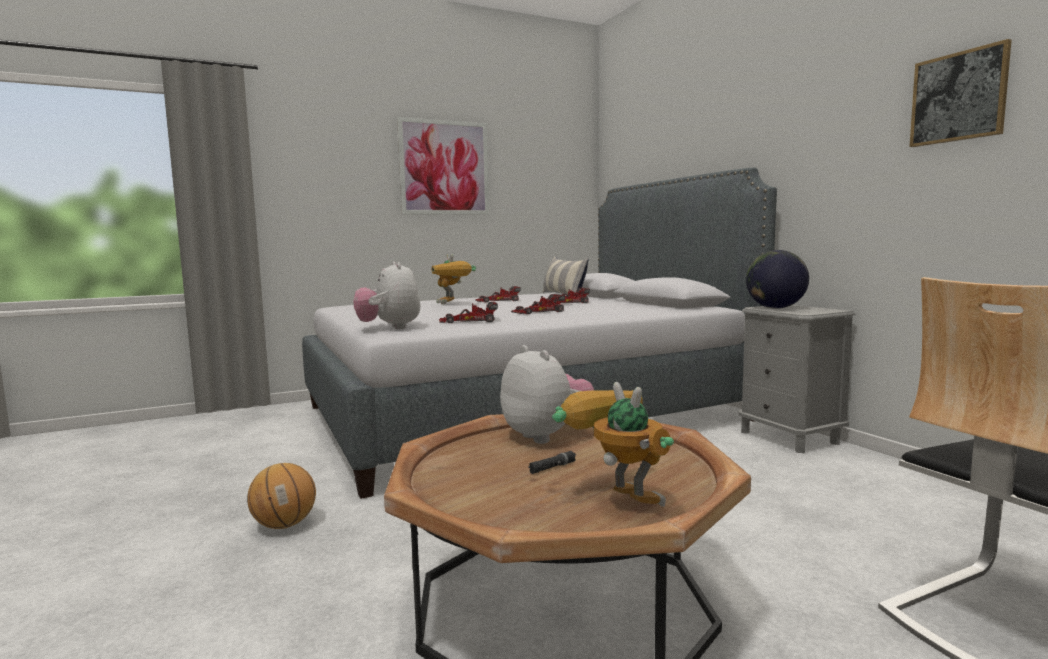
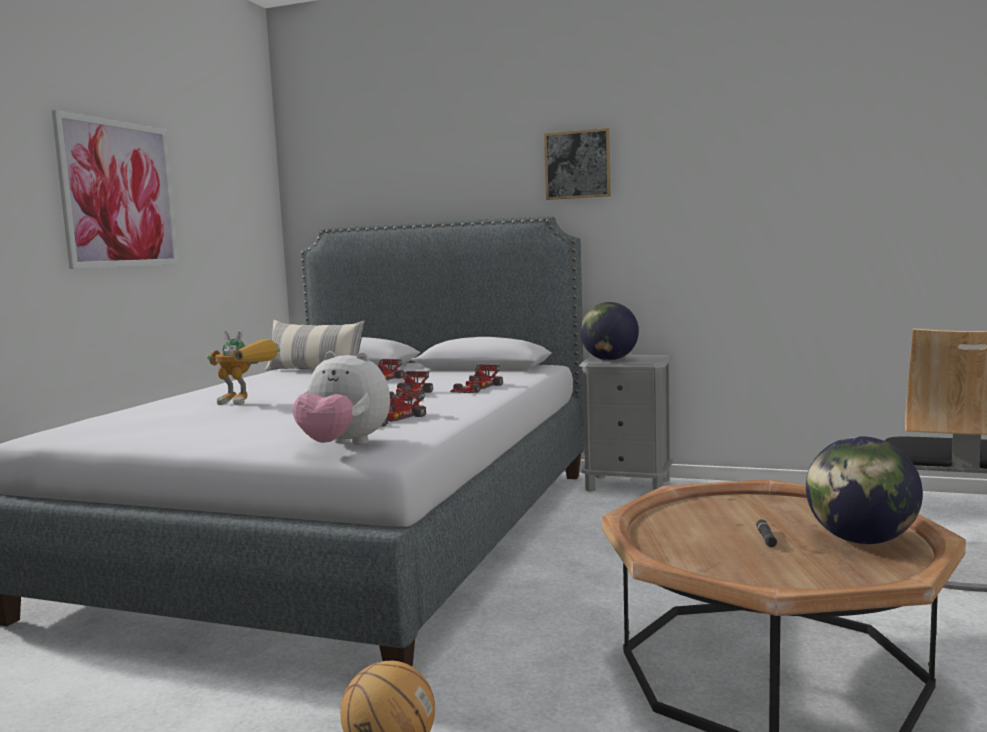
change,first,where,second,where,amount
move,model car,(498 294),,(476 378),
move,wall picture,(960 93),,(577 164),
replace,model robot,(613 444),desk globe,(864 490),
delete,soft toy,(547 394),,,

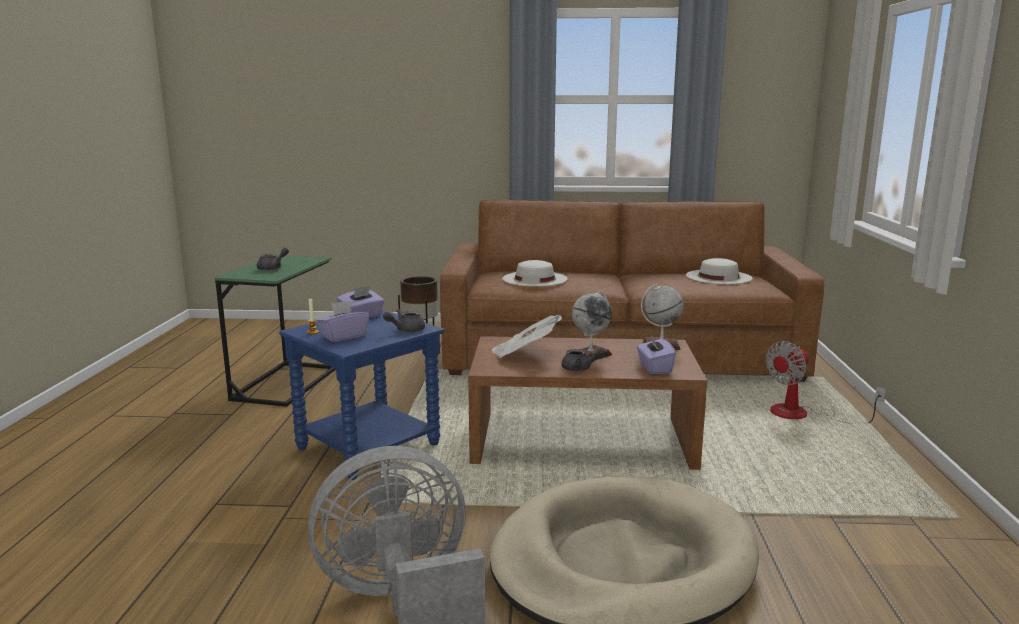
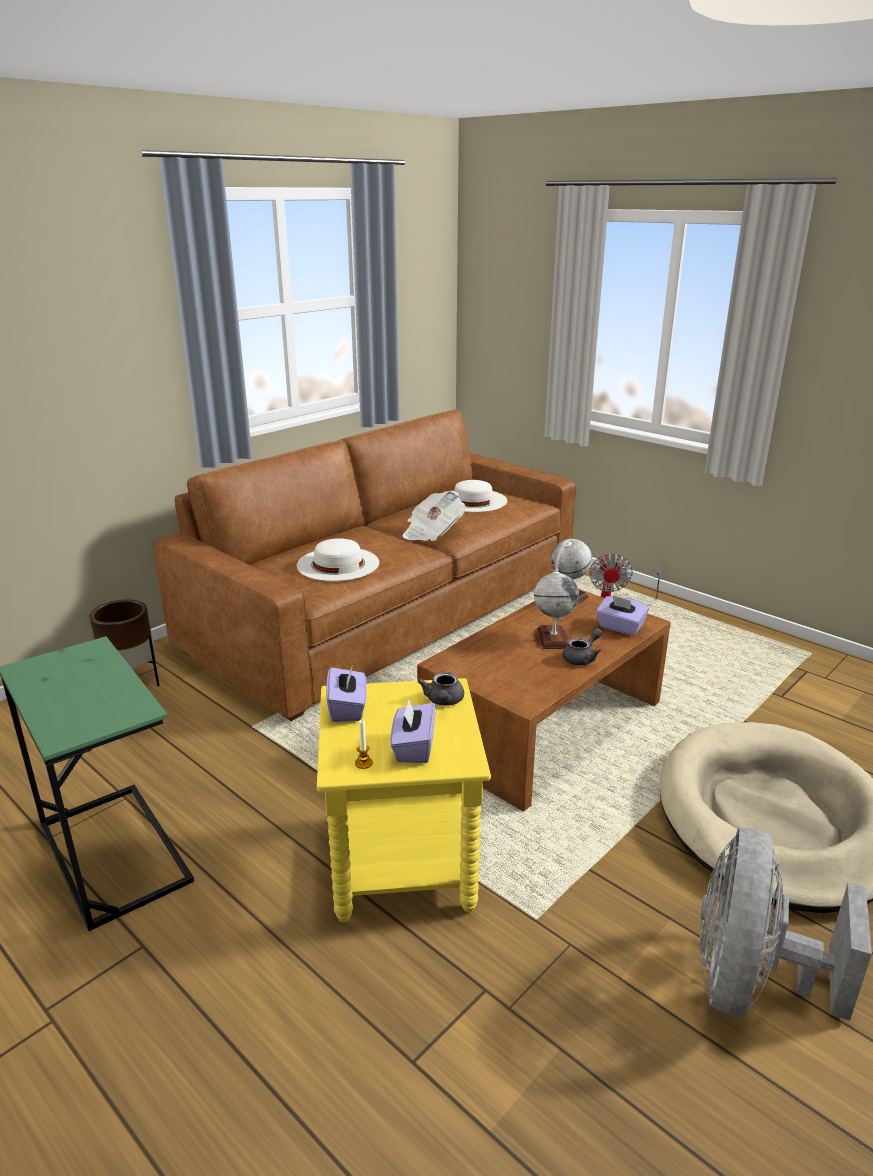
change,first,where,second,where,amount
recolor,blue-coloured end table,(361 395),yellowish end table,(404 800),
move,newspaper,(527 336),,(434 516),
delete,grey tea pot,(273 259),,,

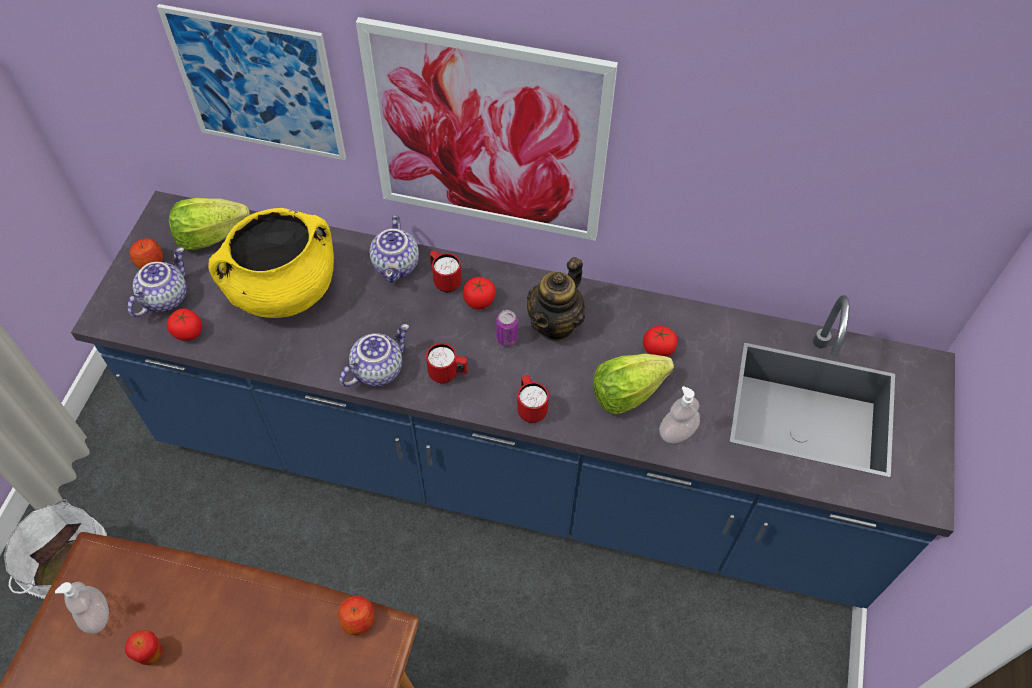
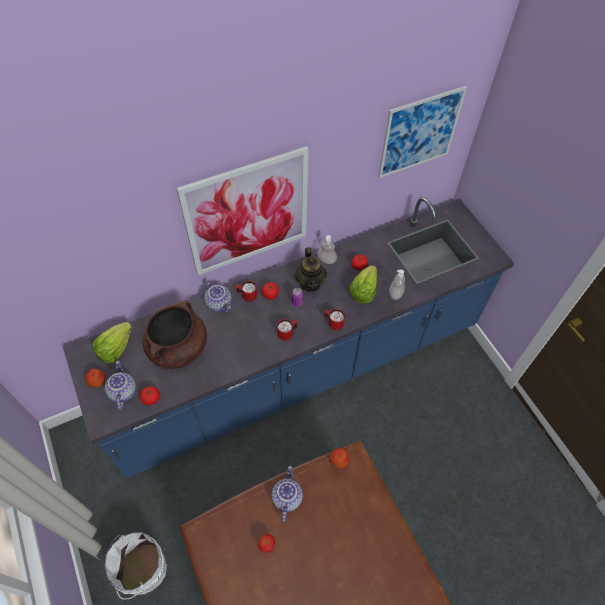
change,first,where,second,where,amount
recolor,yellowish saucepot,(271 263),brown saucepot,(175 335),
move,tea pot,(374 355),,(287 494),
move,soap bottle,(82 608),,(327 249),
move,wall picture,(251 82),,(422 132),

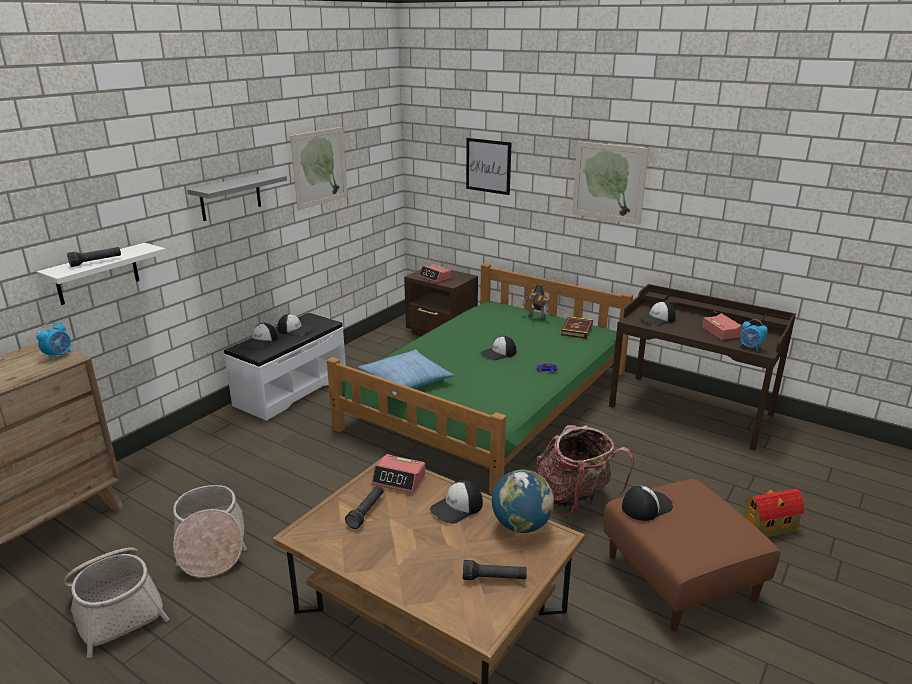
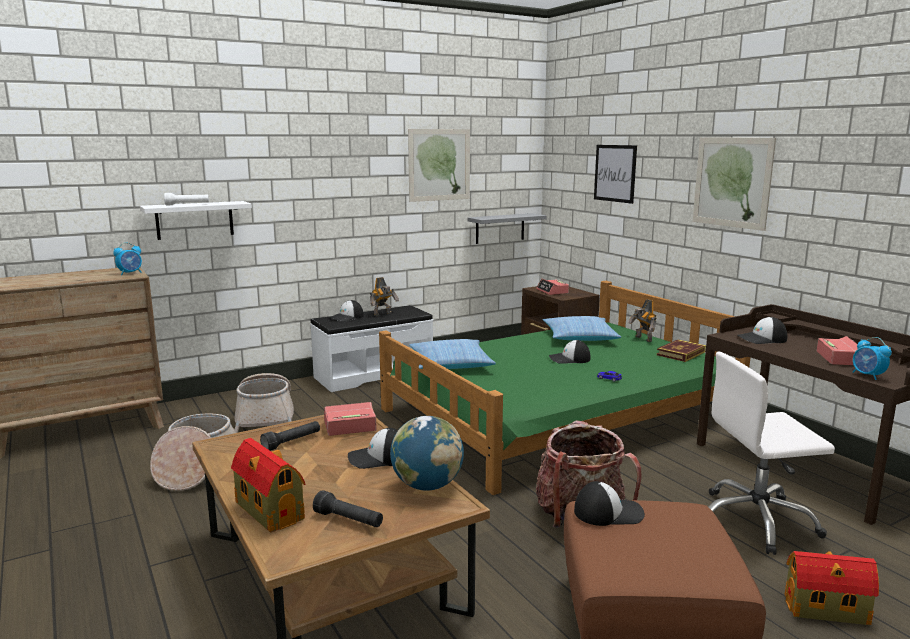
change,first,where,second,where,amount
recolor,black hand torch,(94 257),white hand torch,(186 199),
insert,,,toy house,(268 485),
move,basket,(116 602),,(264 403),
rotate,alarm clock,(398 474),,(350 419),120 degrees clockwise
replace,baseball cap,(294 325),model robot,(384 296),
move,grey wall shelf,(237 197),,(507 228),
insert,,,cushion,(582 328),
insert,,,white computer chair,(771 453),

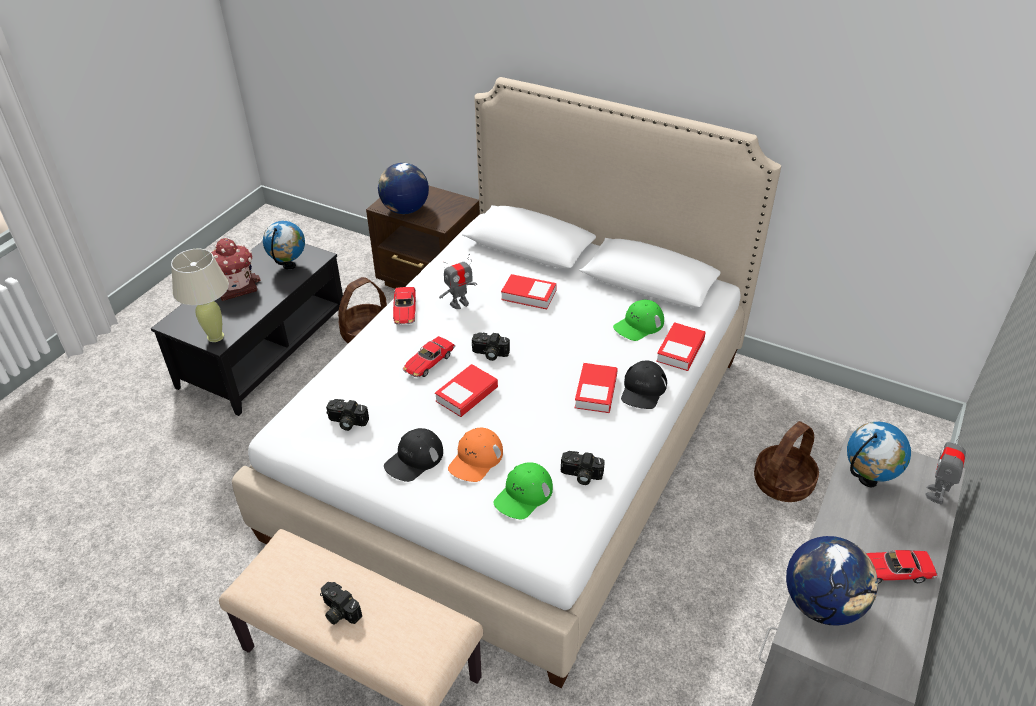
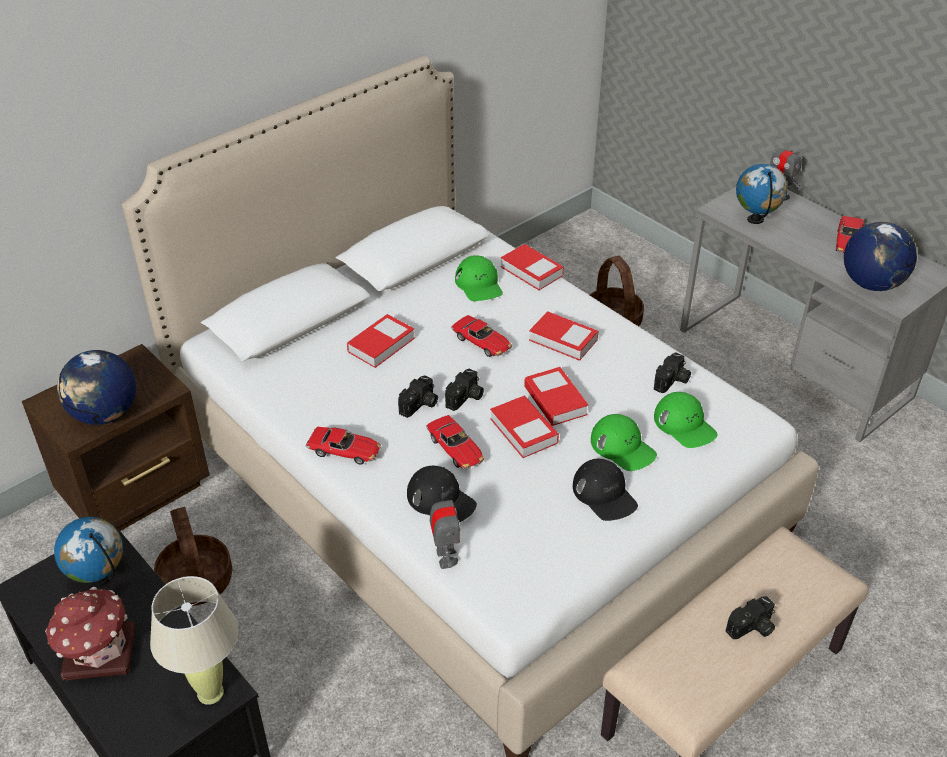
change,first,where,second,where,amount
move,still camera,(347 415),,(418 396),
move,black baseball cap,(644 385),,(442 494),
move,model robot,(458 281),,(445 528),
insert,,,model car,(481 336),
insert,,,book,(556 396),
recolor,orange-coloured baseball cap,(475 455),green-coloured baseball cap,(624 442),

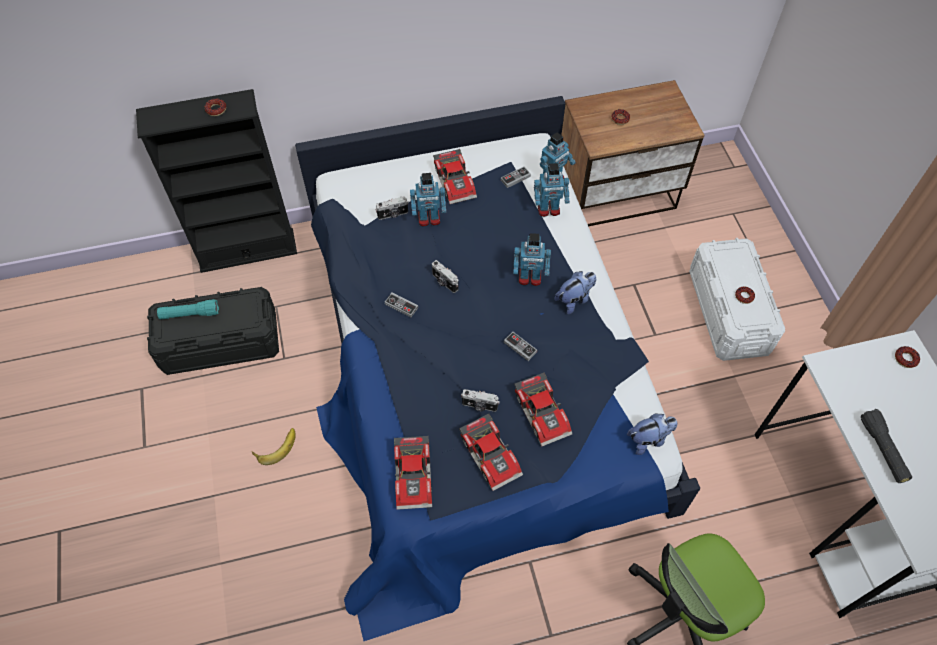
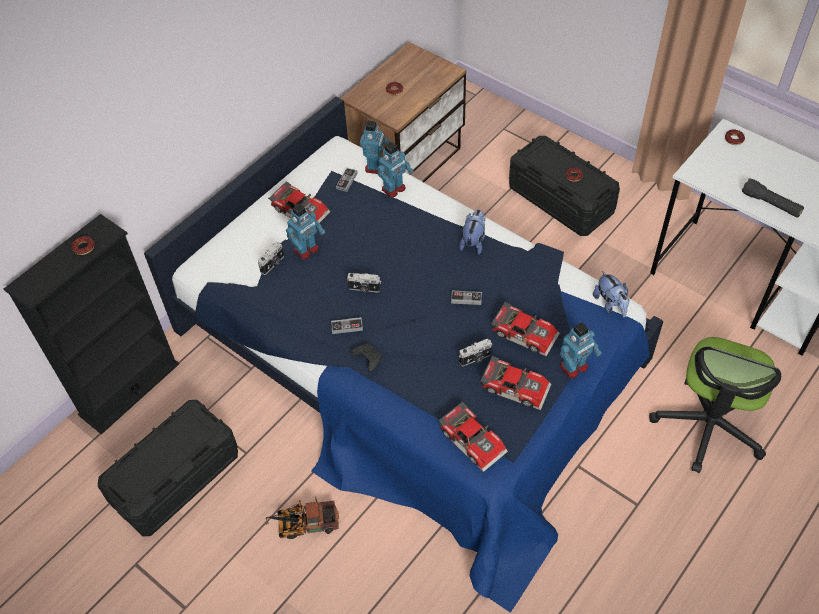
change,first,where,second,where,amount
replace,banana fruit,(274 446),toy truck,(302 517),
insert,,,black gamepad,(366 358),
recolor,white storage container,(737 299),black storage container,(564 186),
move,model robot,(532 259),,(581 350),
rotate,soft toy,(652 434),,(611 294),120 degrees clockwise
delete,turquoise-coloured hand torch,(188 309),,,

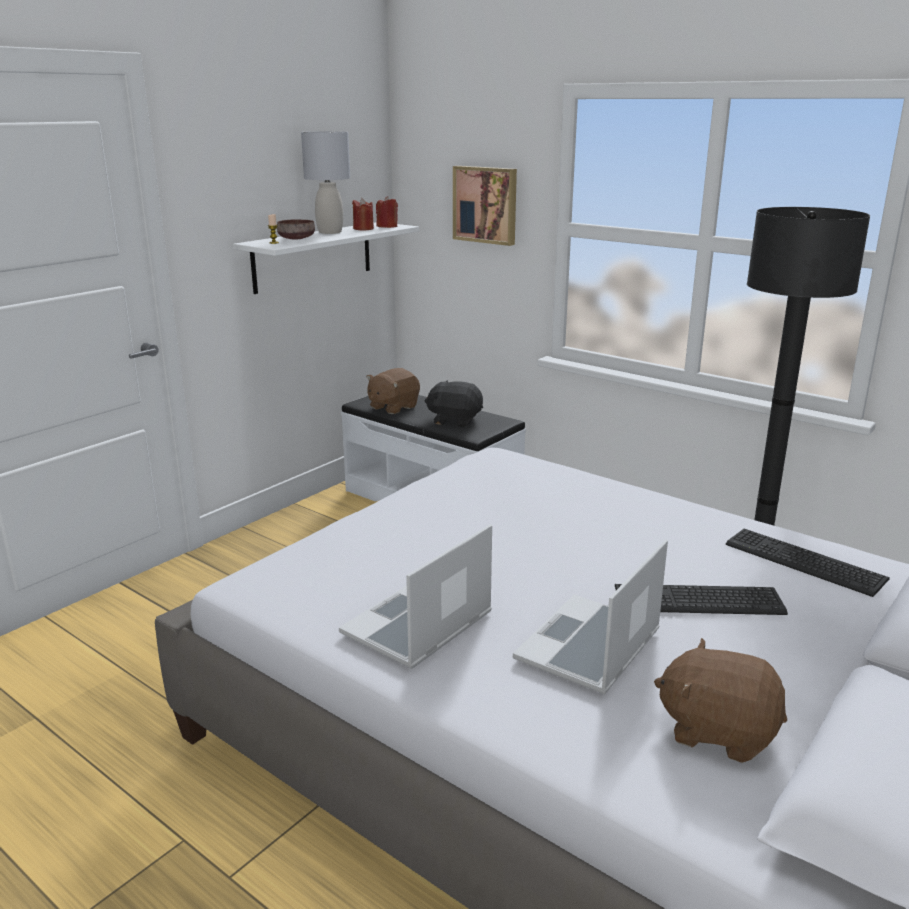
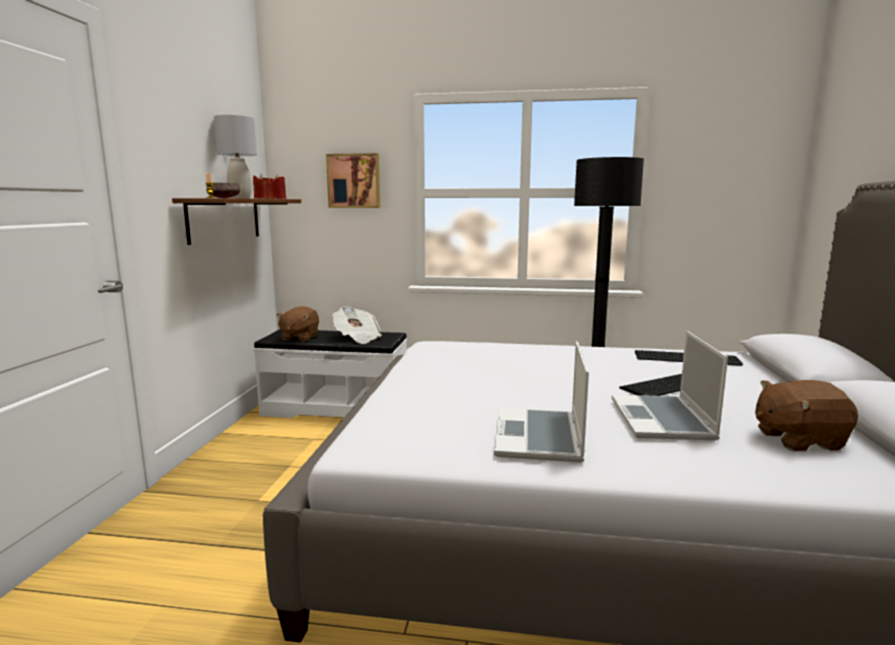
change,first,where,second,where,amount
recolor,white wall shelf,(326 258),brown wall shelf,(236 221),
replace,black soft toy,(453 403),newspaper,(357 325),

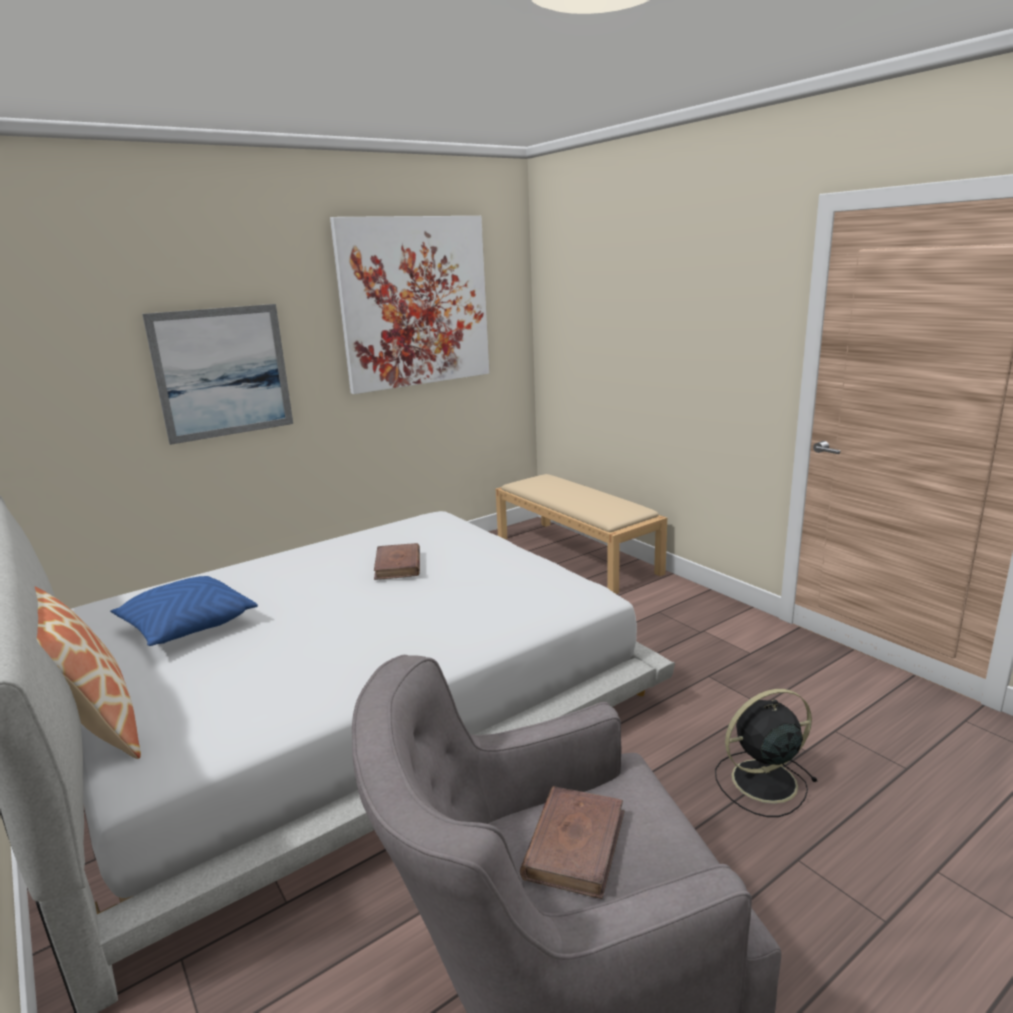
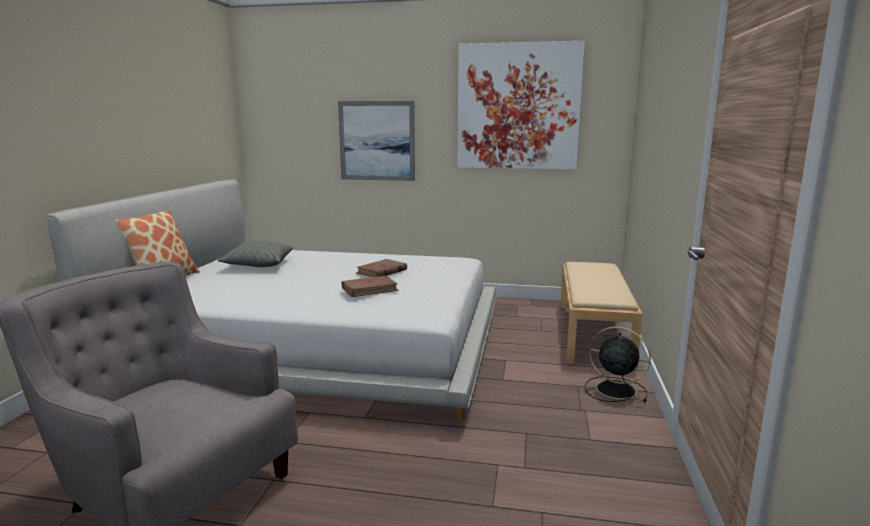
change,first,where,second,where,amount
recolor,blue-coloured cushion,(184 611),grey cushion,(255 254),
move,brown book,(572 842),,(370 286),
move,black cooling fan,(766 753),,(618 364),

